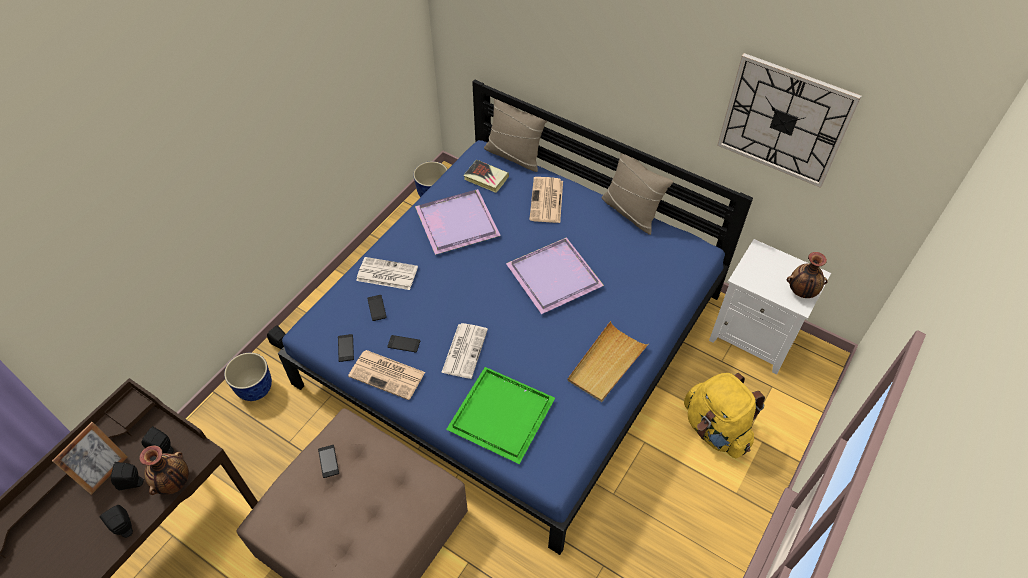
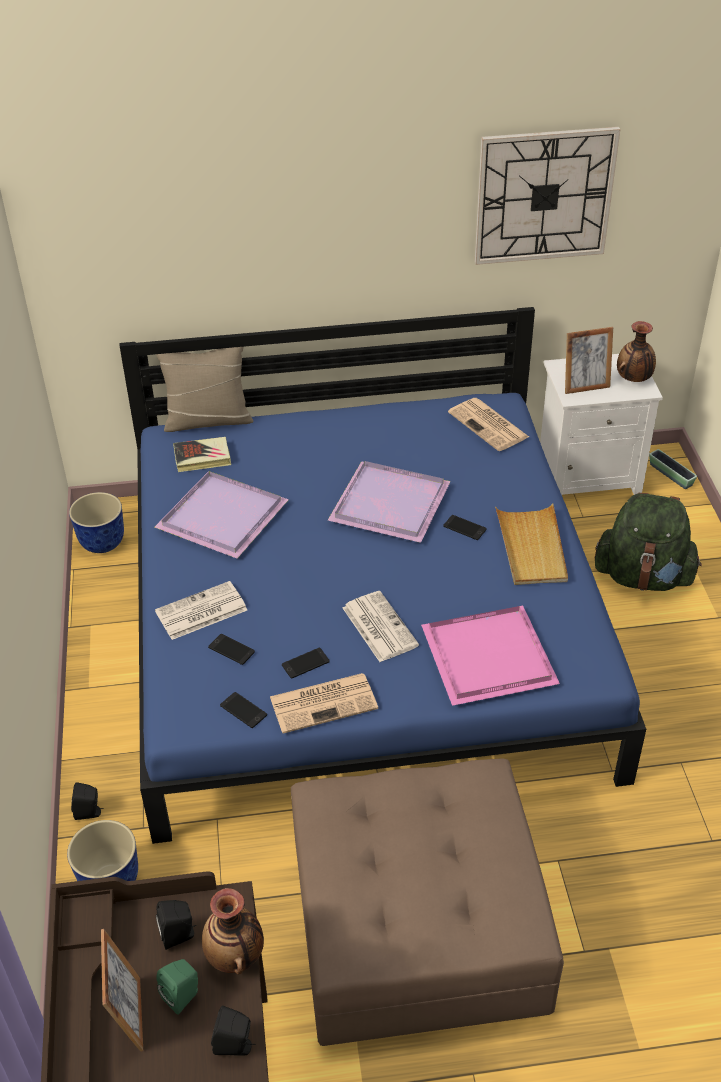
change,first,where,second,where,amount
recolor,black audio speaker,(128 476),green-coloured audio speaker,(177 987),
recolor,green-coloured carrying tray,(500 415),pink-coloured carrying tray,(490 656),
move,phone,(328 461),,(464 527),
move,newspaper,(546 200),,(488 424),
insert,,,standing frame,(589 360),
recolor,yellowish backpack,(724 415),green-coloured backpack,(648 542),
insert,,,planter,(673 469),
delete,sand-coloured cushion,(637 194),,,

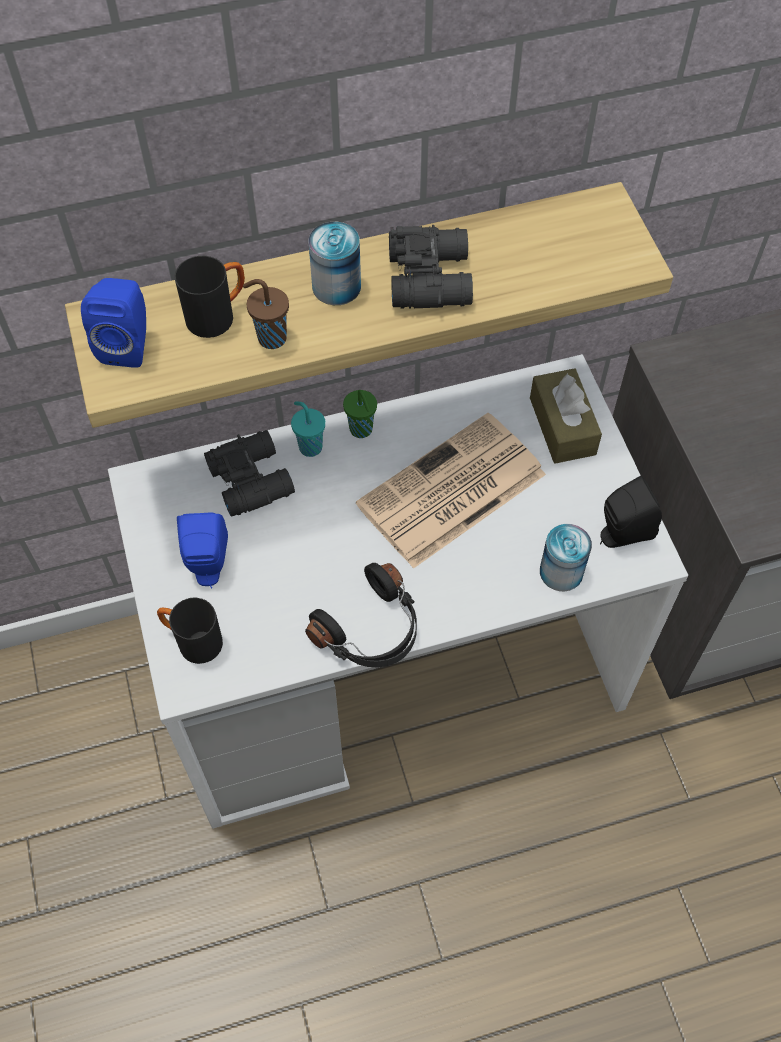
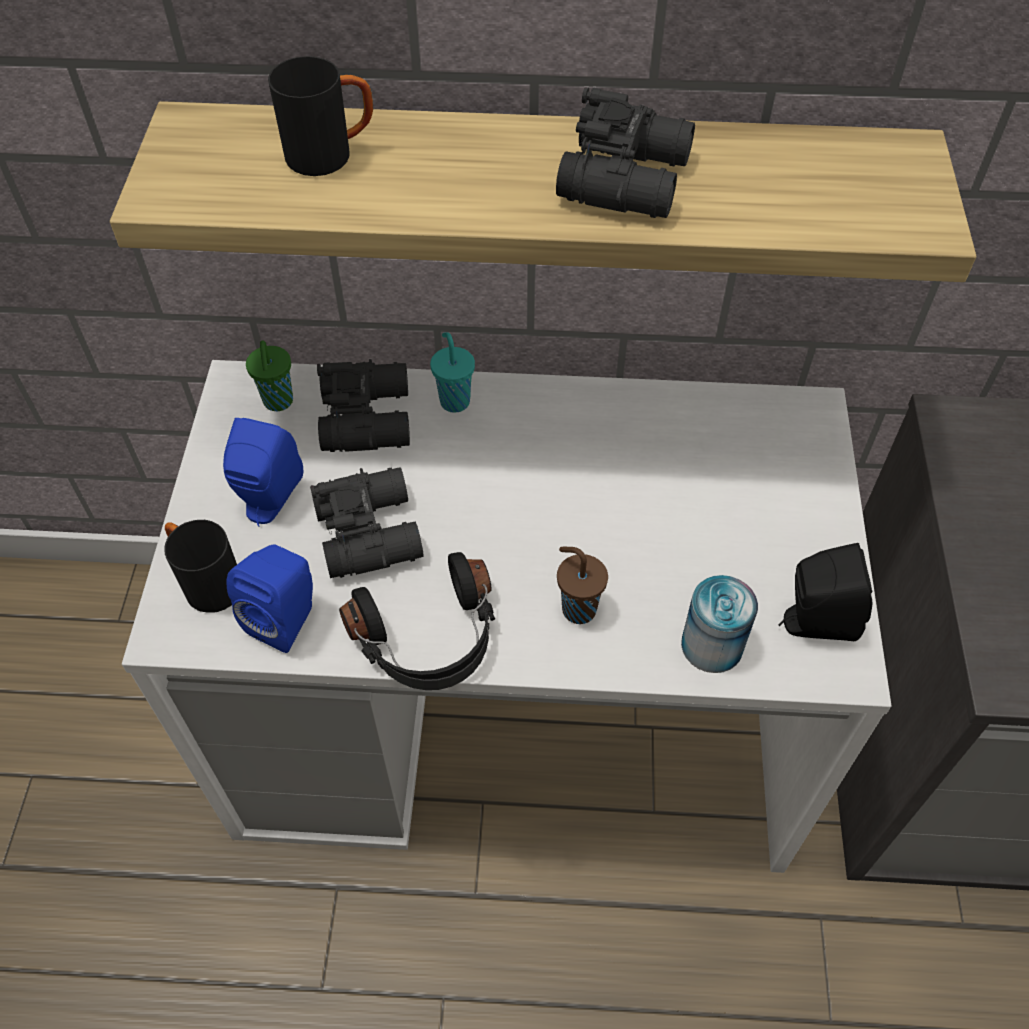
change,first,where,second,where,amount
move,blue-coloured audio speaker,(113 323),,(269 599),
move,green-coloured drinking cup,(360 414),,(269 376),
insert,,,black pair of binoculars,(367 522),
move,brown drinking cup,(266 314),,(582 585),
delete,metal can,(335 263),,,
delete,newspaper,(451 491),,,
delete,brown box of tissues,(566 416),,,

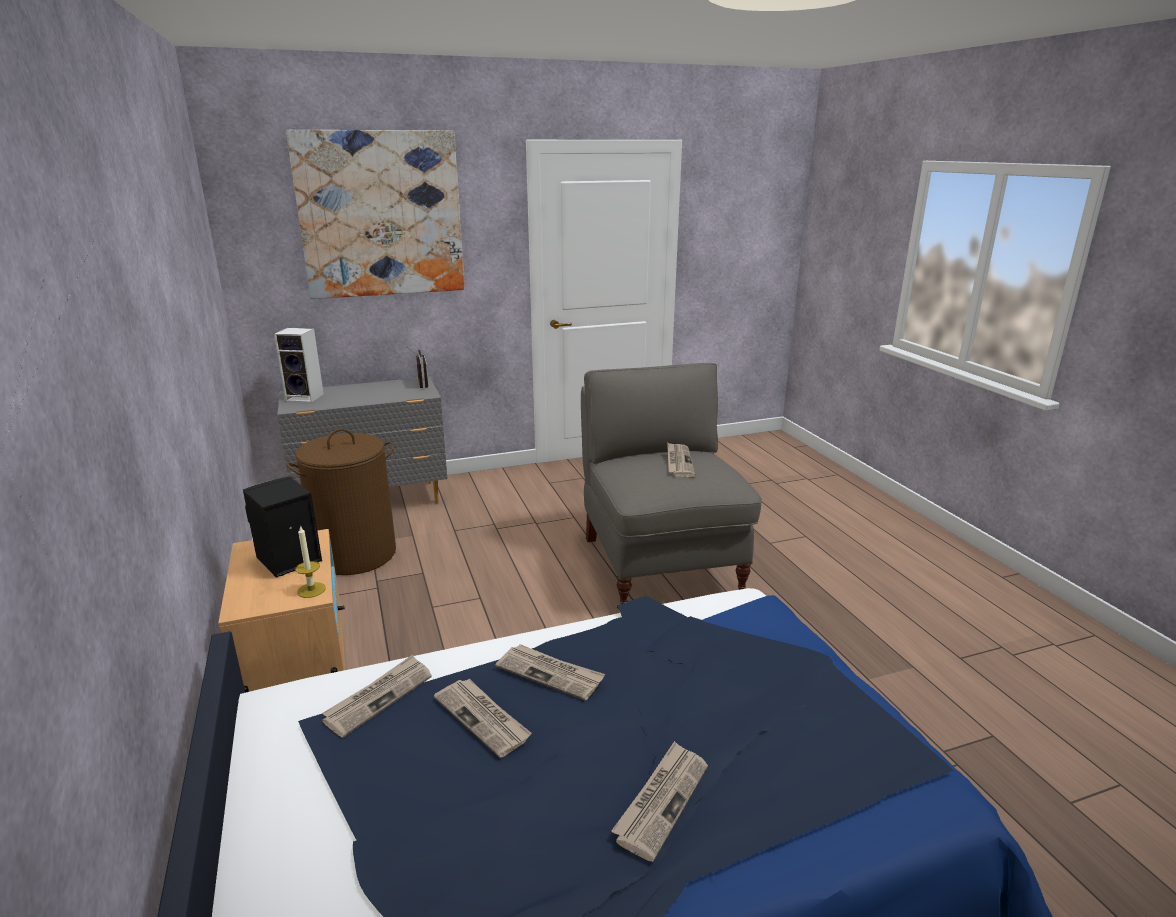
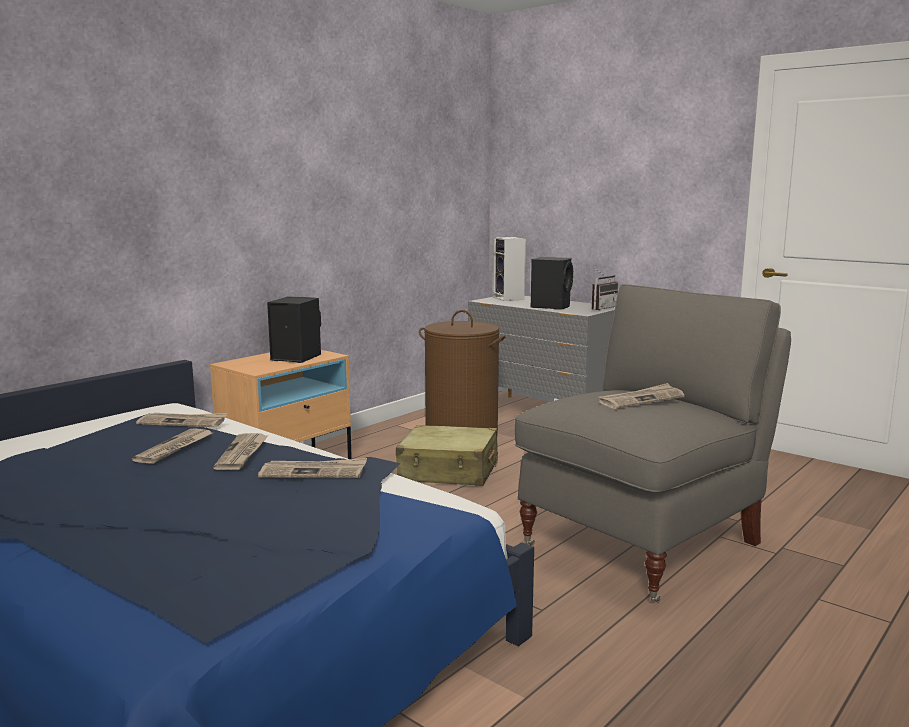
change,first,where,second,where,amount
move,newspaper,(659 801),,(312 468),
insert,,,sand-coloured suitcase,(447 455),
insert,,,black audio speaker,(552 283),
delete,wall picture,(375 214),,,
delete,candle,(310 561),,,

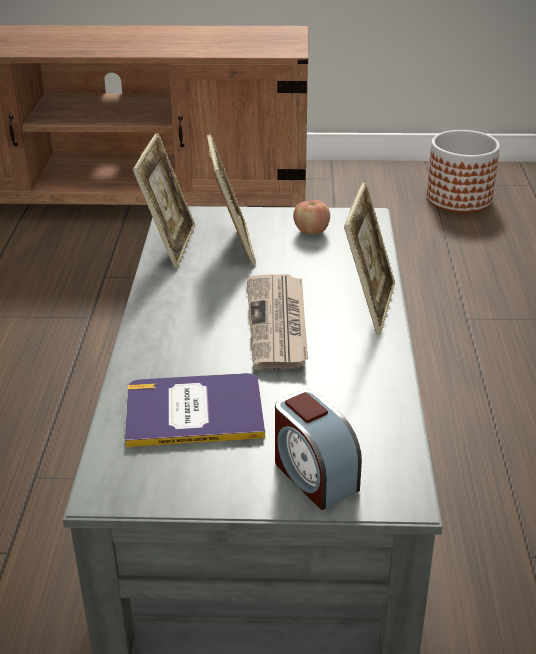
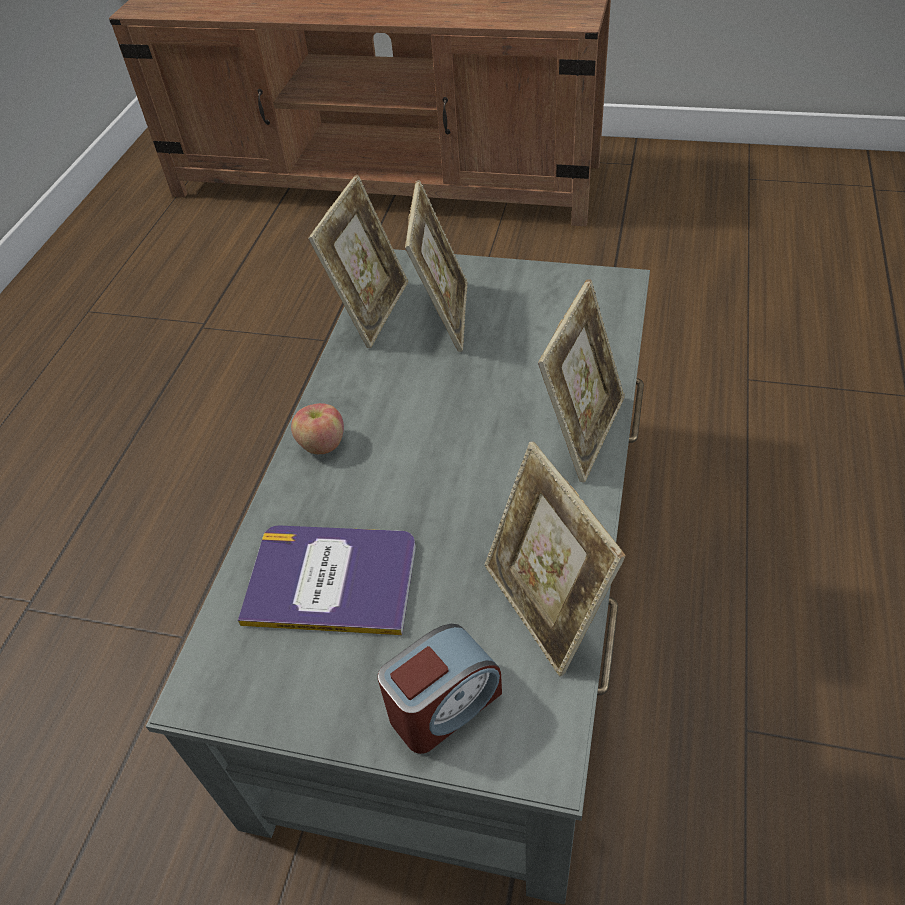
change,first,where,second,where,amount
move,apple,(311 217),,(317 428),
rotate,alarm clock,(318 450),,(440 689),105 degrees counterclockwise
insert,,,standing frame,(555 559),
delete,newspaper,(277 322),,,
delete,planter,(463 171),,,

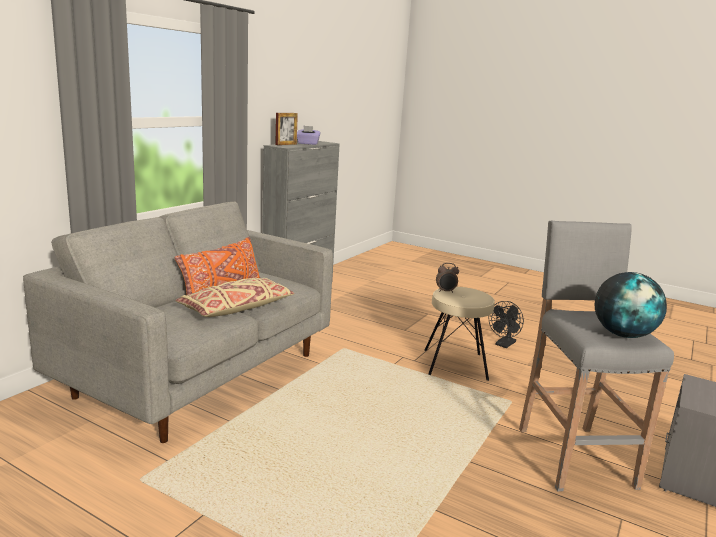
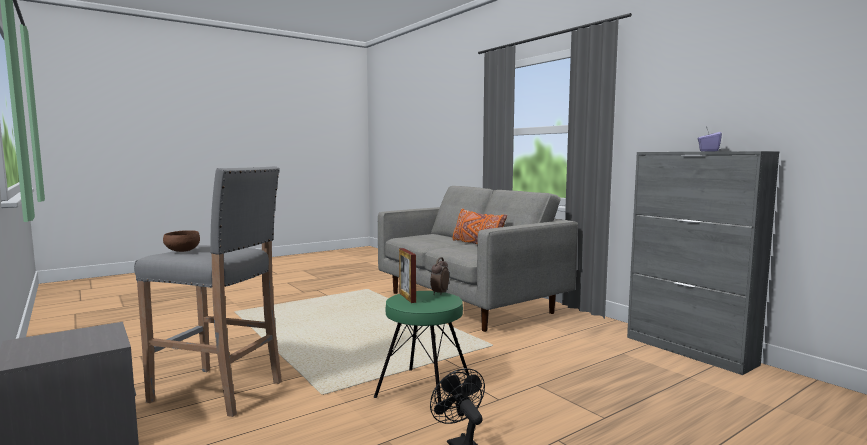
change,first,where,second,where,amount
replace,desk globe,(631 305),brown bowl,(181 241),
recolor,sand-coloured stool,(459 334),green-coloured stool,(422 353),
move,standing frame,(286 129),,(407 275),
delete,sand-coloured cushion,(234 297),,,

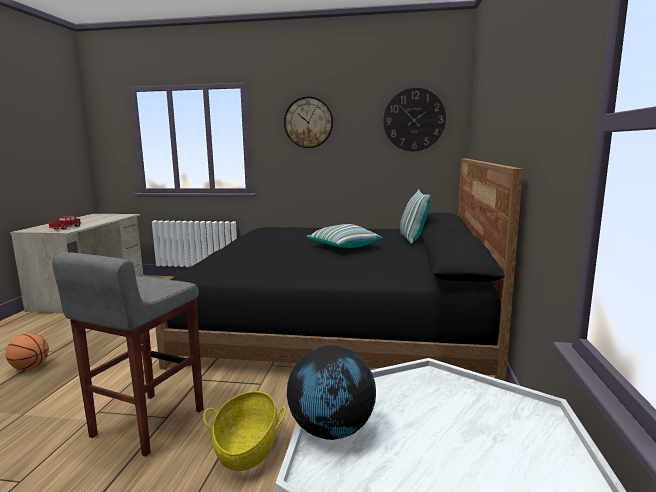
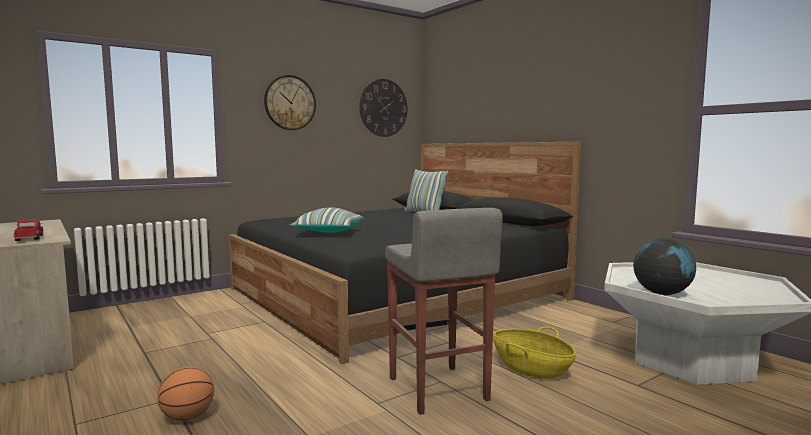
change,first,where,second,where,amount
move,cushion,(344 236),,(327 220),

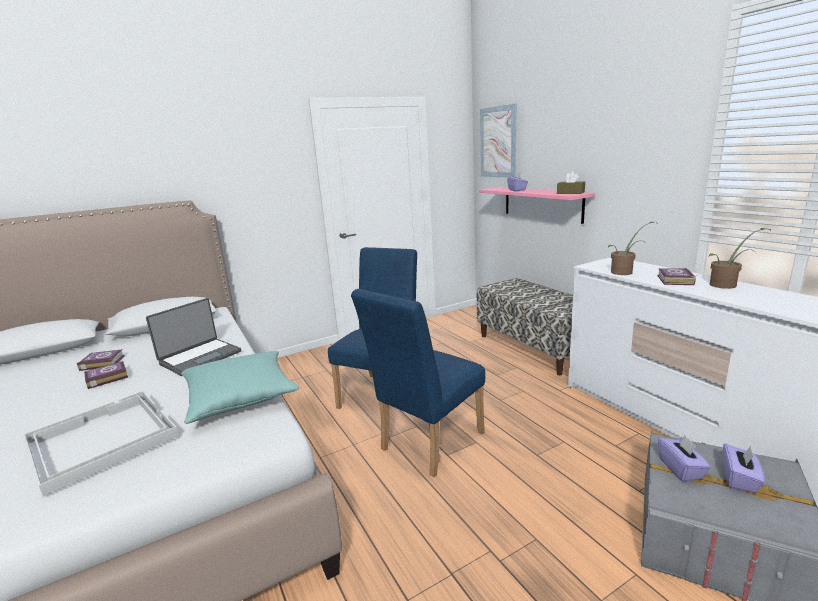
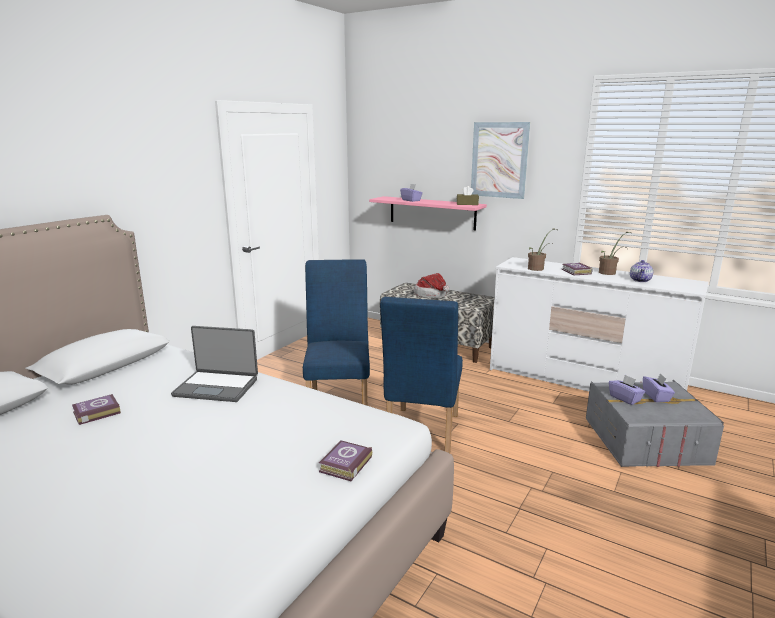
change,first,where,second,where,amount
rotate,laptop,(193 337),,(214 364),90 degrees clockwise
move,book,(106 375),,(345 460),
insert,,,hat,(432 285),
move,wall picture,(498 140),,(500 160),
insert,,,tea pot,(641 271),
delete,white carrying tray,(101 443),,,
delete,turquoise-coloured cushion,(240 387),,,

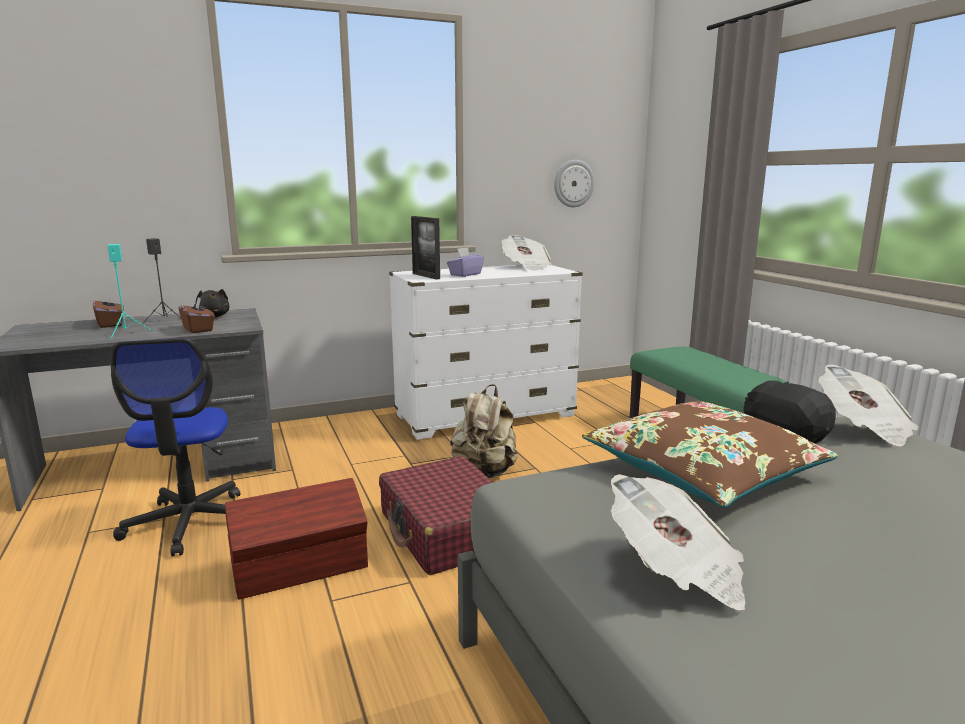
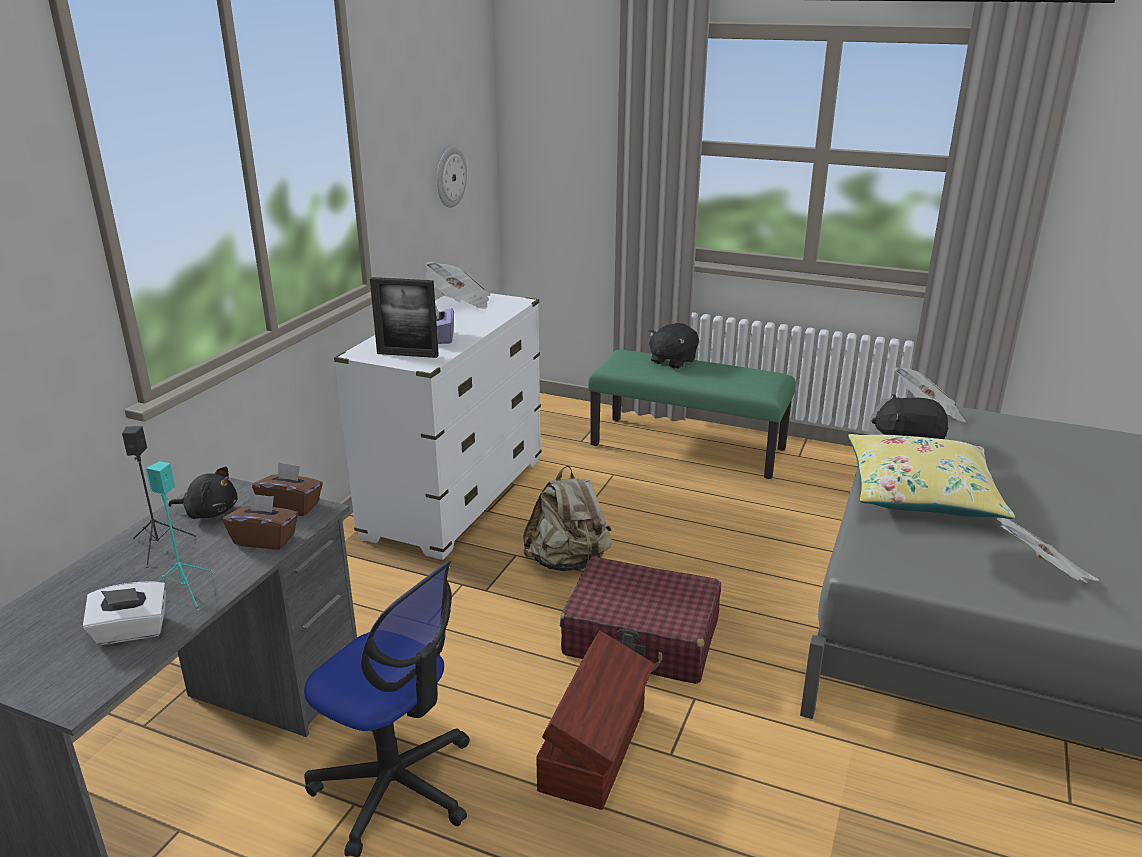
change,first,where,second,where,amount
insert,,,white box of tissues,(124 613),
move,brown box of tissues,(108 310),,(287 489),
insert,,,black soft toy,(673 346),
recolor,brown cushion,(710 454),yellowish cushion,(931 476),

